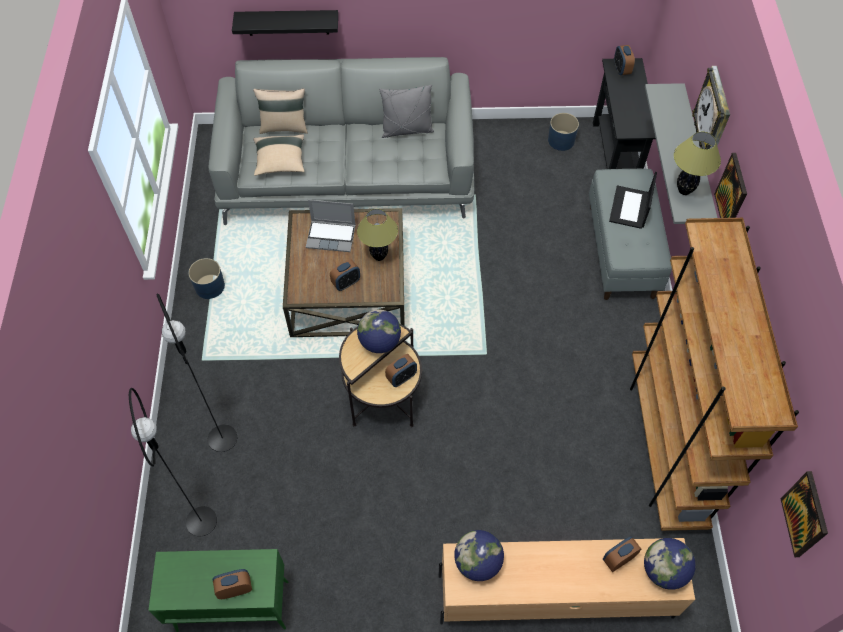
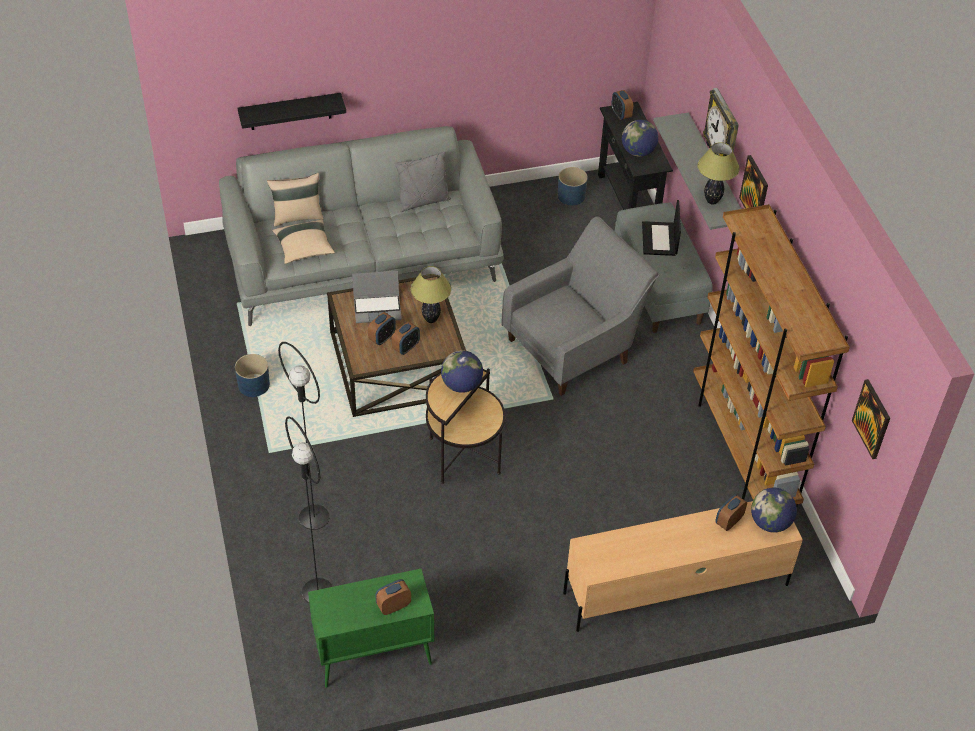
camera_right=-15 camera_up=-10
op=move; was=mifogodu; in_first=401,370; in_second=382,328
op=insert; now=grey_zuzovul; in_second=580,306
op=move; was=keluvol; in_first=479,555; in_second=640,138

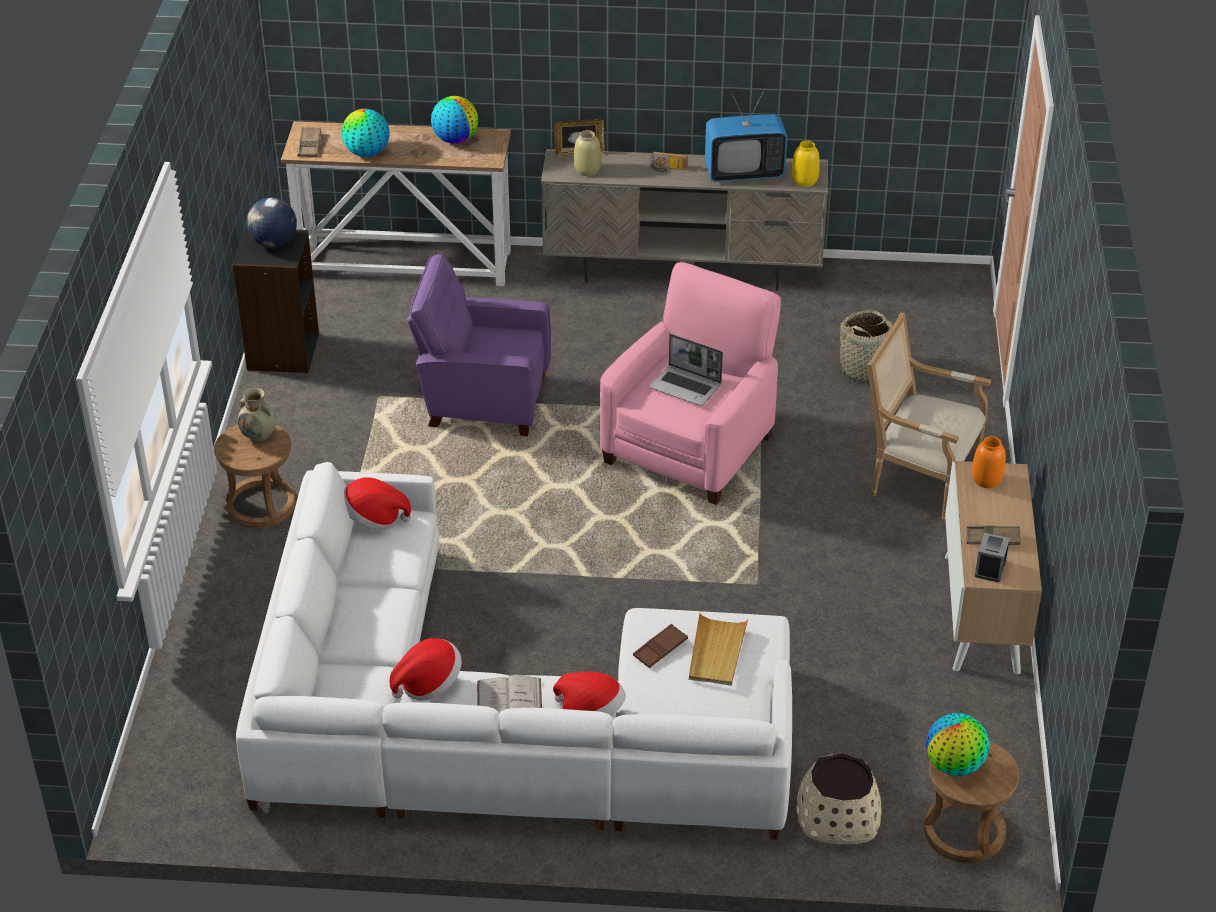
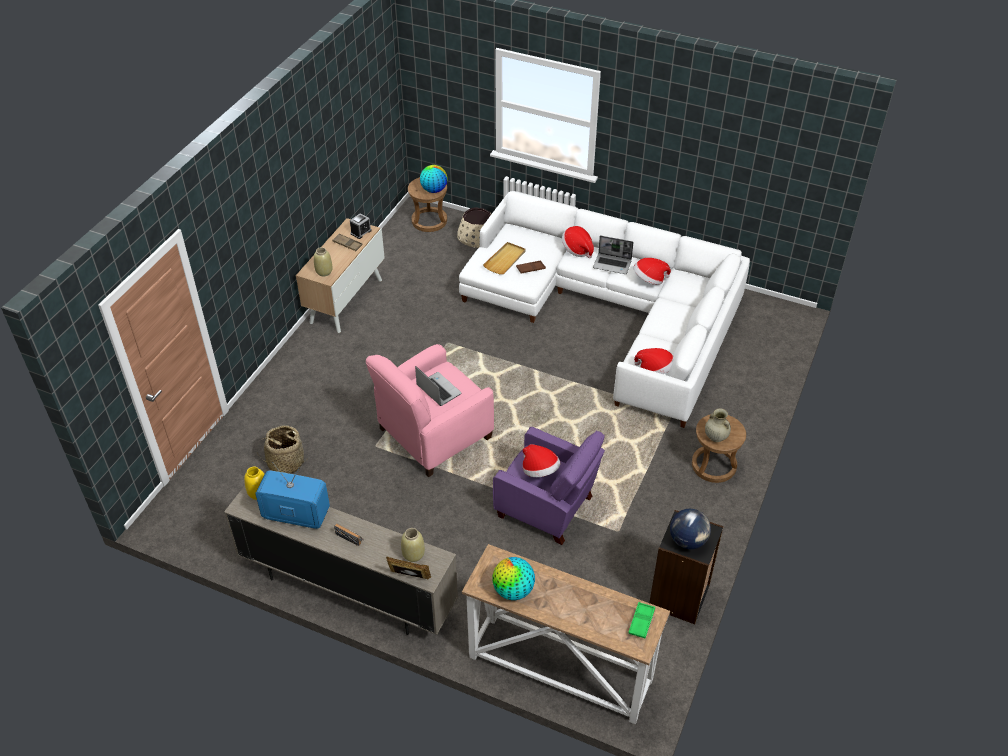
camera_right=-160 camera_up=5
op=recolor; was=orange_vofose; now=beige_vofose; in_first=989,462; in_second=323,261
op=insert; now=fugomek; in_second=541,460
op=replace; was=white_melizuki; now=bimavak; in_first=509,694; in_second=613,255
op=recolor; was=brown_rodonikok; now=green_rodonikok; in_first=309,142; in_second=641,620
op=delete; was=keluvol; in_first=365,133
op=delete; was=zuzovul; in_first=929,418

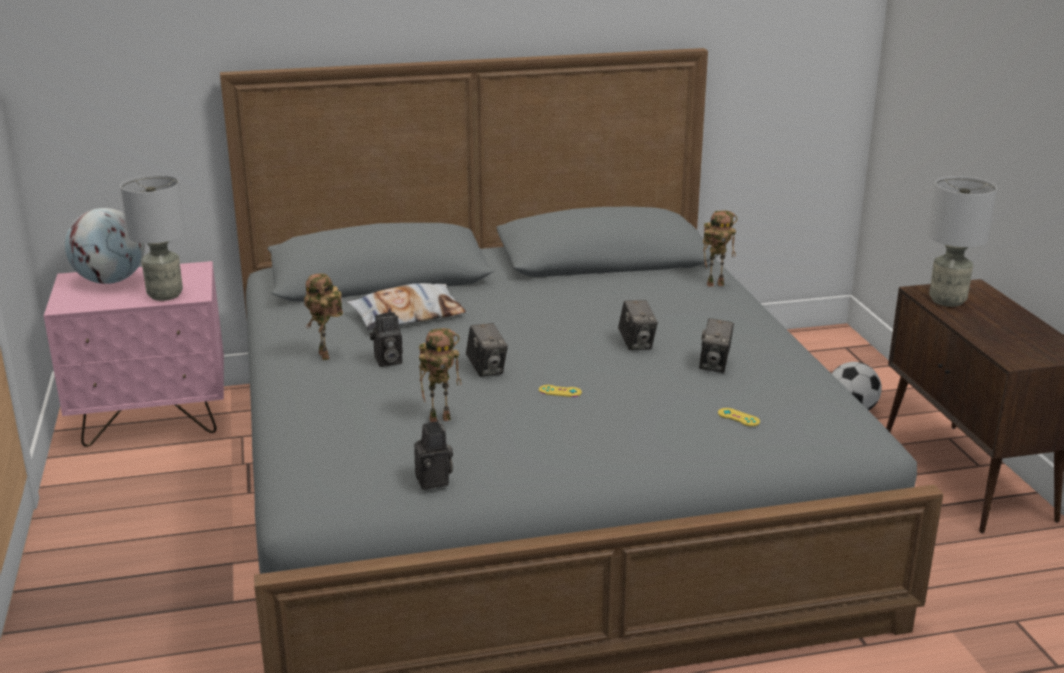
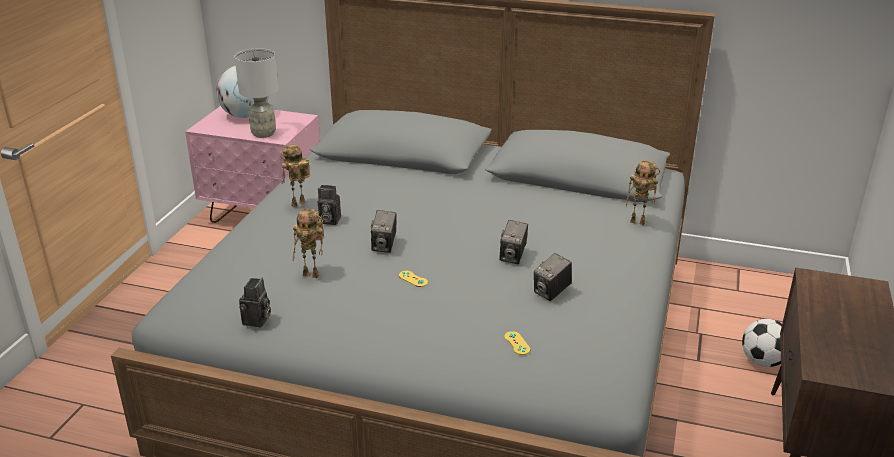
camera_right=30 camera_up=5
op=rotate; was=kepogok; in_first=323,317; in_second=295,175; clockwise=45
op=delete; was=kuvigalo; in_first=406,306
op=delete; was=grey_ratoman; in_first=962,241

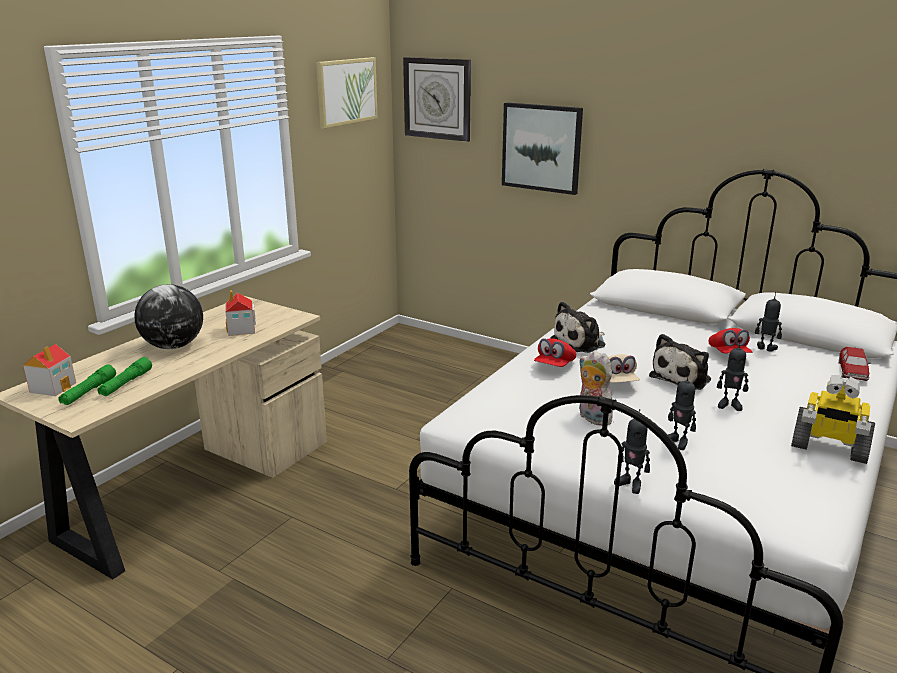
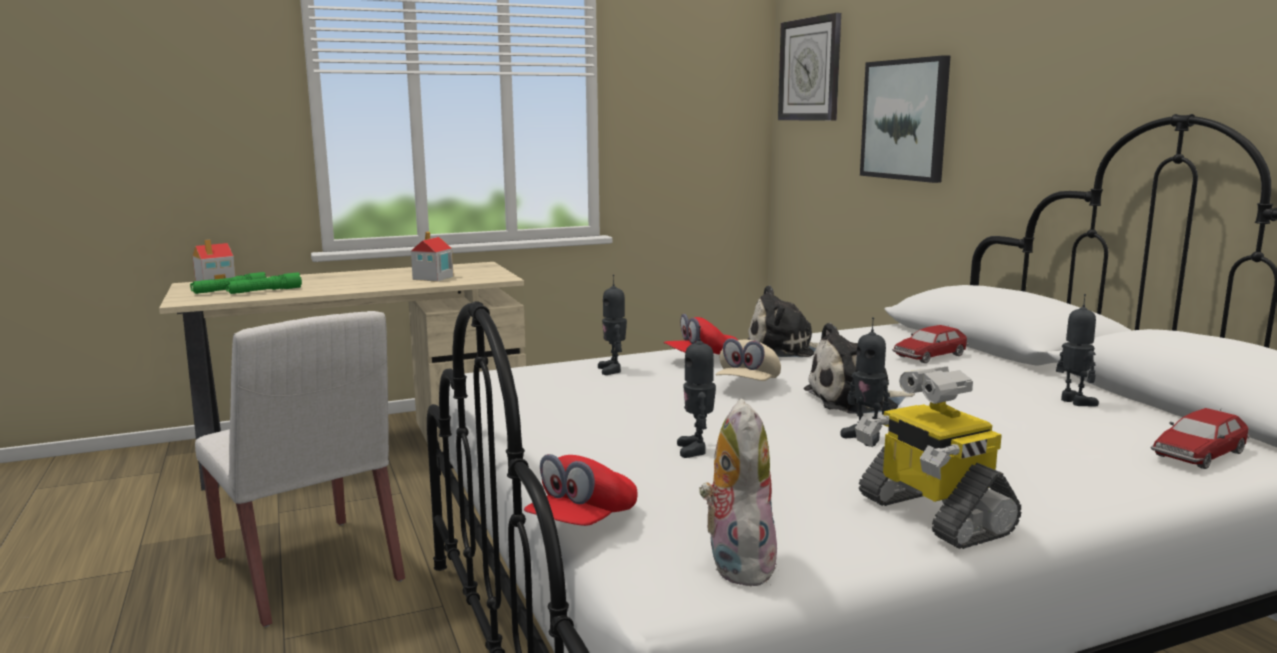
camera_right=35 camera_up=-10
op=insert; now=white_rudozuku; in_second=300,469
op=move; was=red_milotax; in_first=730,341; in_second=581,490
op=move; was=kepogok; in_first=632,451; in_second=612,324
op=move; was=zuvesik; in_first=596,388; in_second=738,493
op=insert; now=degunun; in_second=930,343
op=delete; was=keluvol; in_first=168,316
op=delete; was=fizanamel; in_first=347,93

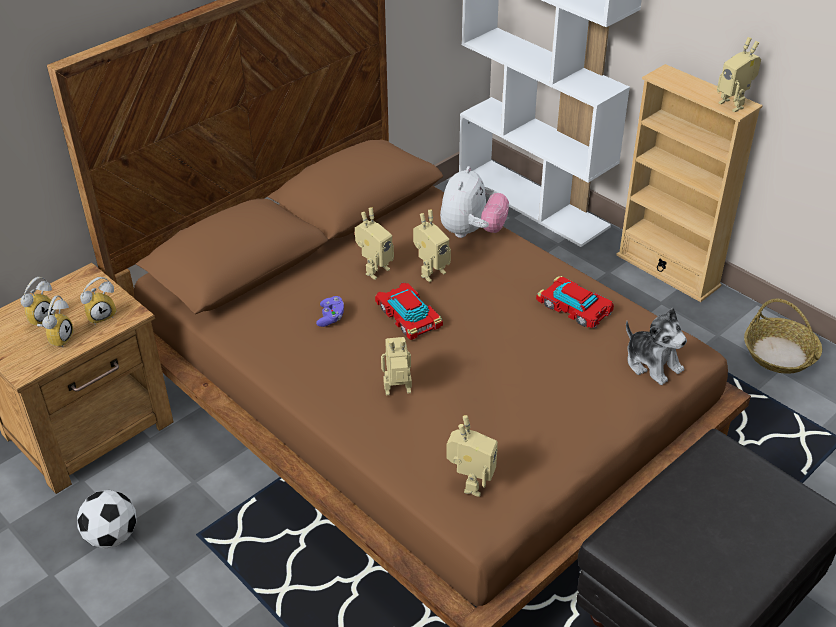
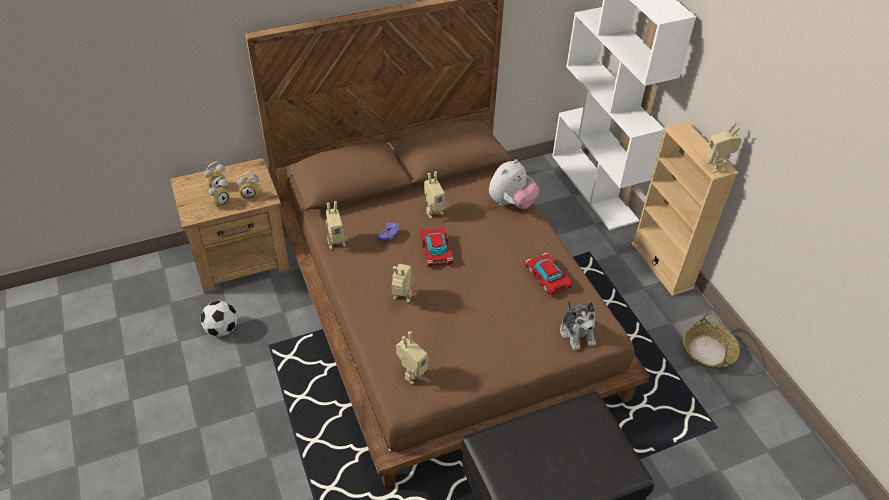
camera_right=20 camera_up=5
op=move; was=kepogok; in_first=432,246; in_second=336,225

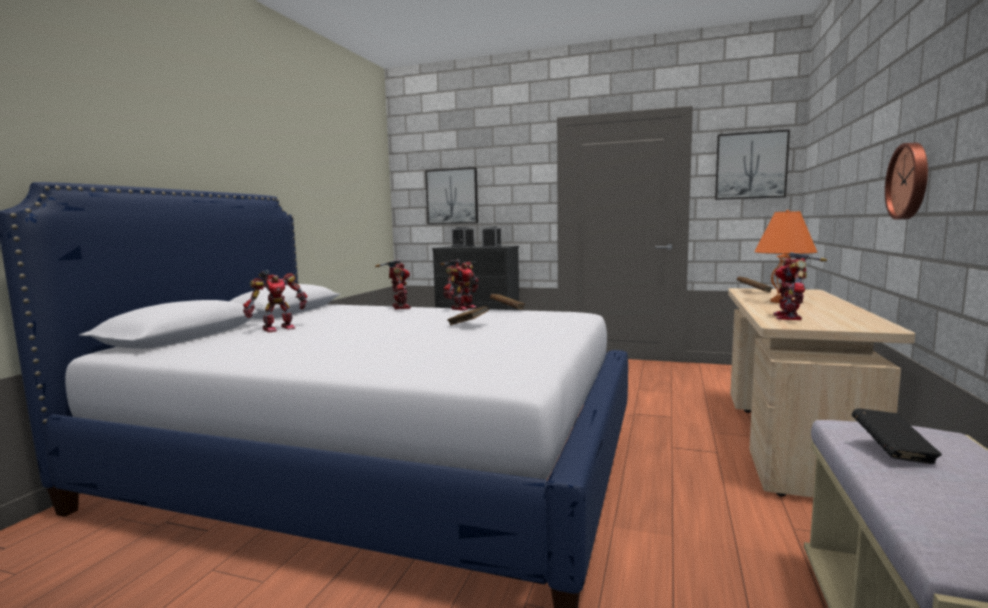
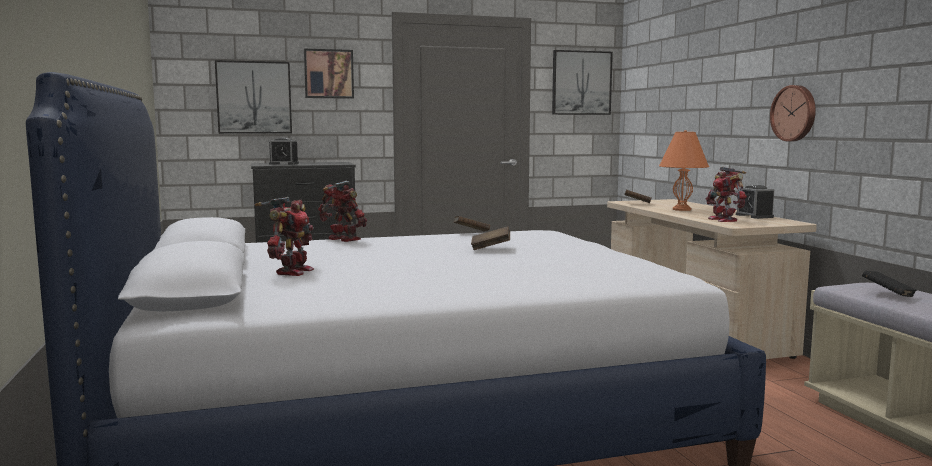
camera_right=-35 camera_up=0
op=insert; now=fizanamel; in_second=329,74
op=move; was=mifogodu; in_first=491,237; in_second=755,202
op=delete; was=kepogok; in_first=460,285

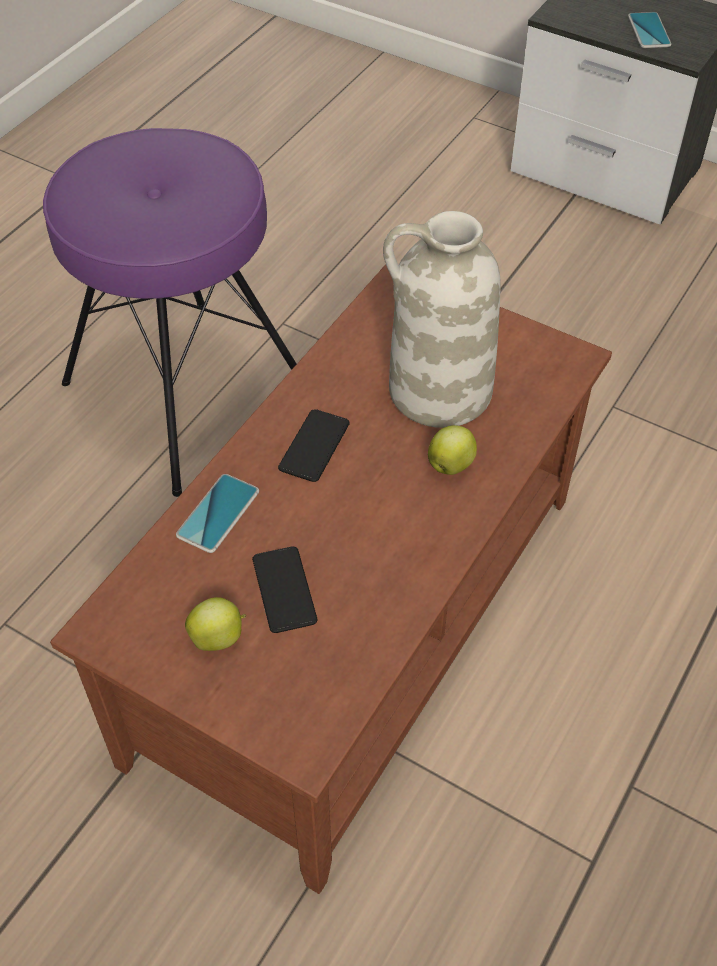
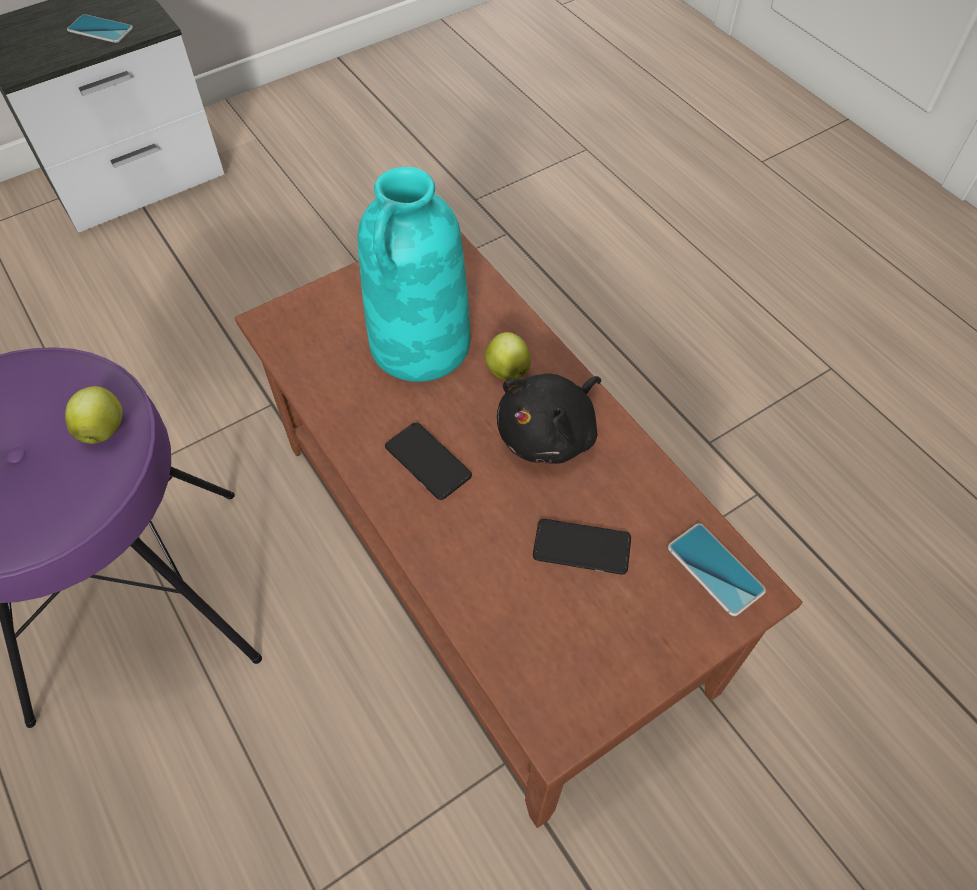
camera_right=-65 camera_up=5
op=move; was=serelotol; in_first=215,624; in_second=94,415
op=recolor; was=white_vofose; now=turquoise_vofose; in_first=442,319; in_second=413,274
op=insert; now=black_zuvesik; in_second=549,419
op=move; was=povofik; in_first=217,513; in_second=717,569

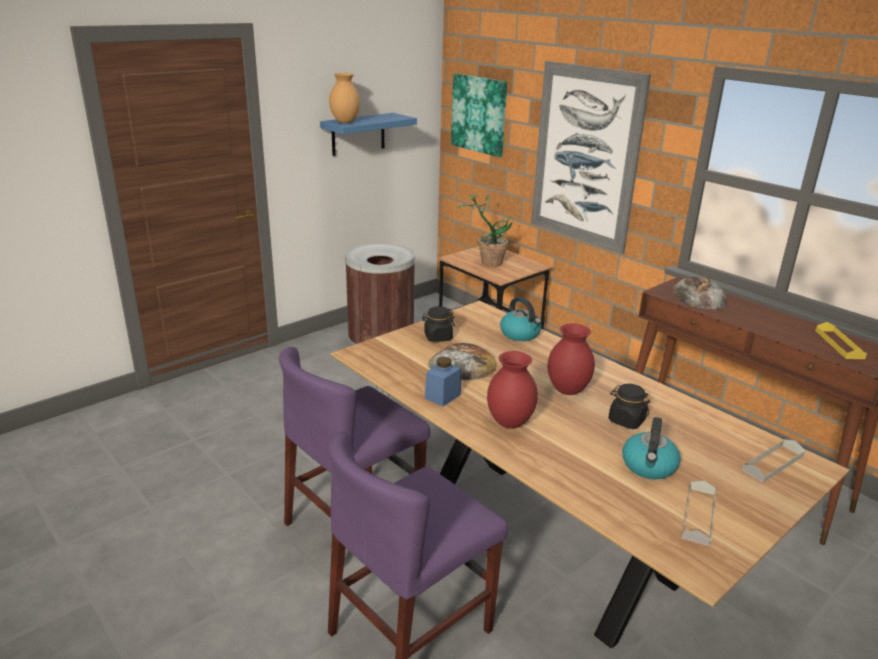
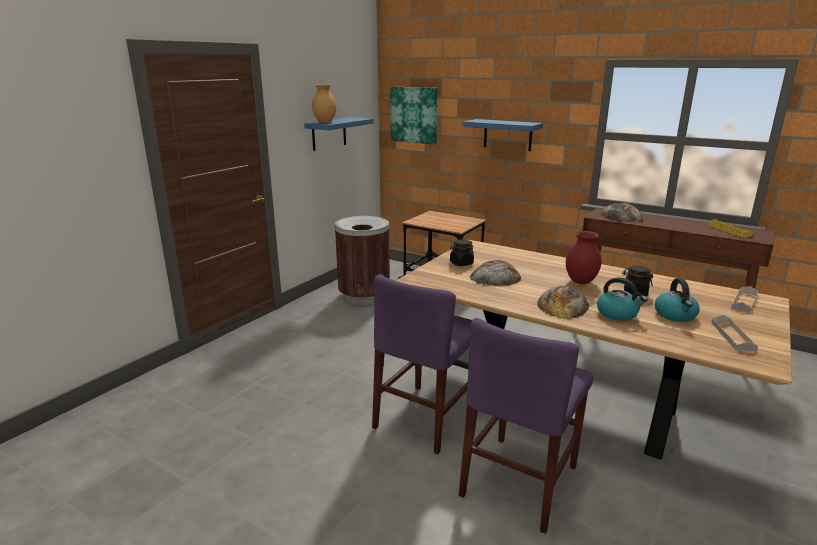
camera_right=-15 camera_up=-5
op=replace; was=fizanamel; now=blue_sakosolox; in_first=591,157; in_second=503,135
op=replace; was=red_vofose; now=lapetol; in_first=512,389; in_second=563,302
op=move; was=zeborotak; in_first=521,319; in_second=622,299
op=delete; was=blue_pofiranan; in_first=442,382
op=delete; was=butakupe; in_first=485,230

